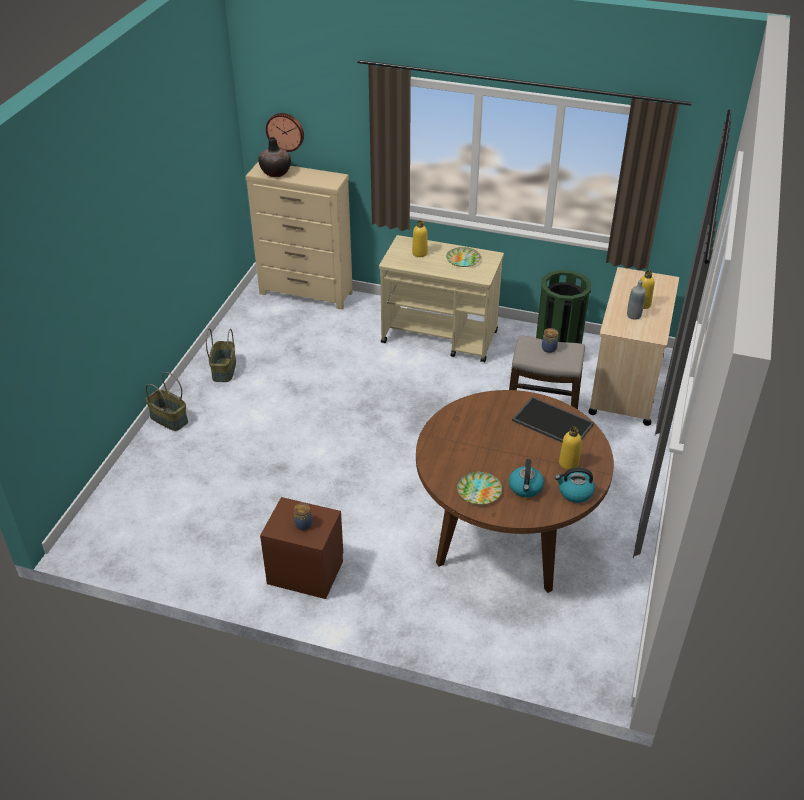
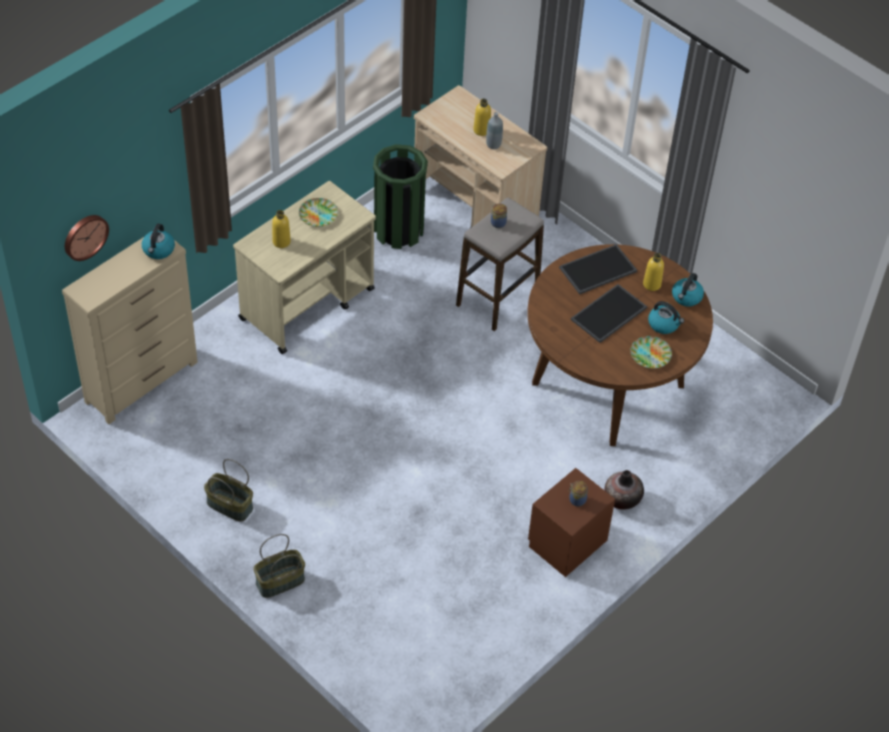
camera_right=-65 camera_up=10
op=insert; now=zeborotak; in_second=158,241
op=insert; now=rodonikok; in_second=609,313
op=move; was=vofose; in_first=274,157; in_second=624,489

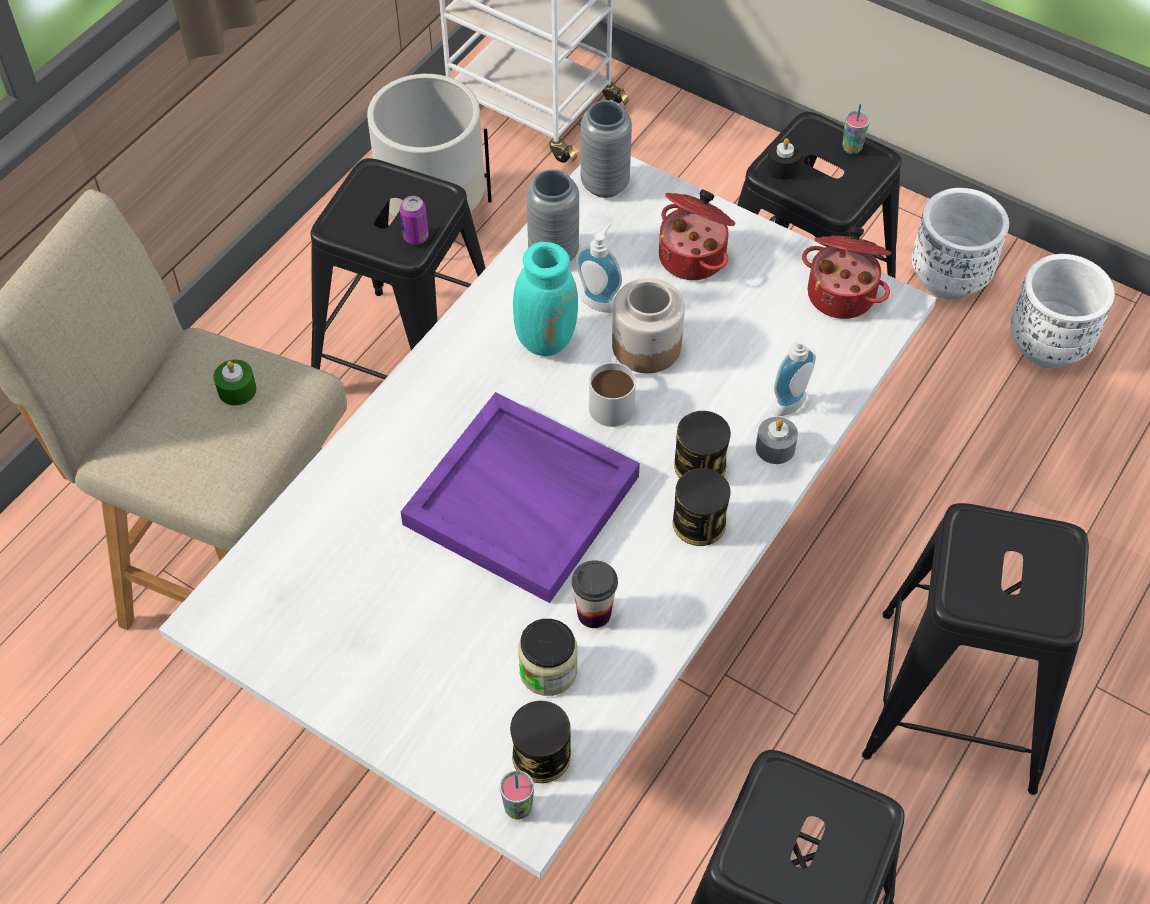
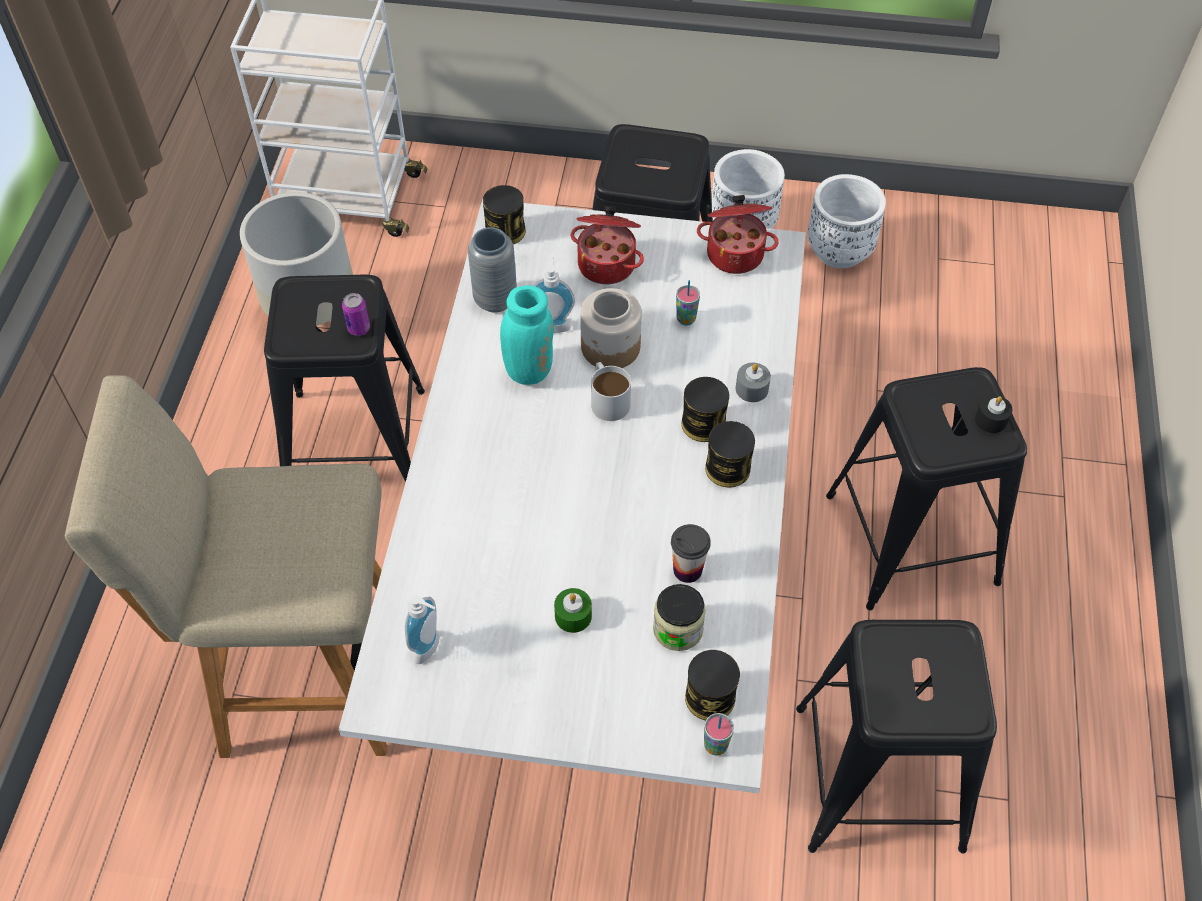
camera_right=-25 camera_up=0
op=move; was=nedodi; in_first=795,376; in_second=422,629
op=replace; was=grey_vofose; now=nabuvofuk; in_first=606,149; in_second=504,214
op=move; was=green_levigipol; in_first=235,382; in_second=573,610
op=move; was=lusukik; in_first=856,129; in_second=688,303
op=move; was=black_levigipol; in_first=784,159; in_second=993,414
op=delete; was=purple_rodonikok; in_first=520,497

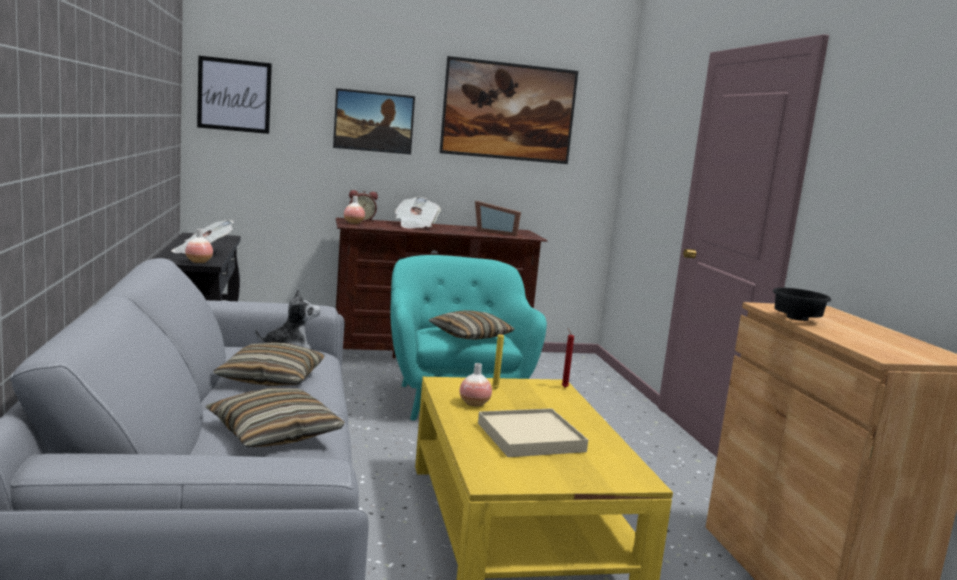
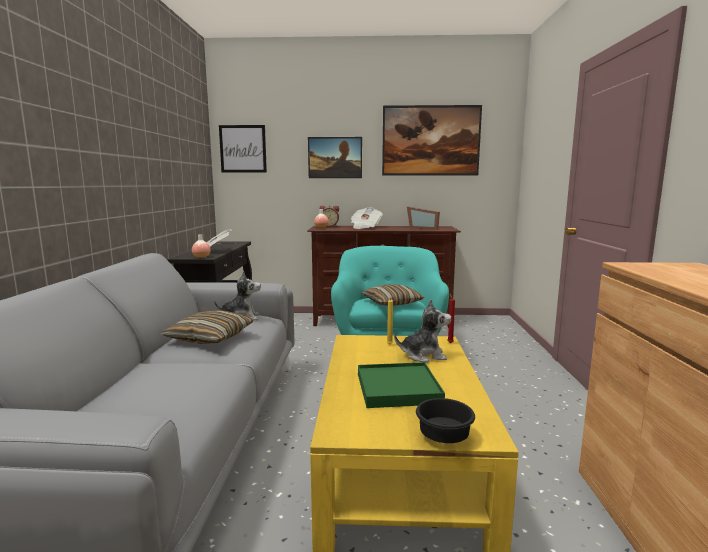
camera_right=15 camera_up=0
op=recolor; was=beige_rodonikok; now=green_rodonikok; in_first=533,432; in_second=401,385
op=insert; now=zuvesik; in_second=422,331
op=move; was=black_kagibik; in_first=802,304; in_second=445,420
op=delete; was=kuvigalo; in_first=275,417
op=delete; was=vofose; in_first=476,384

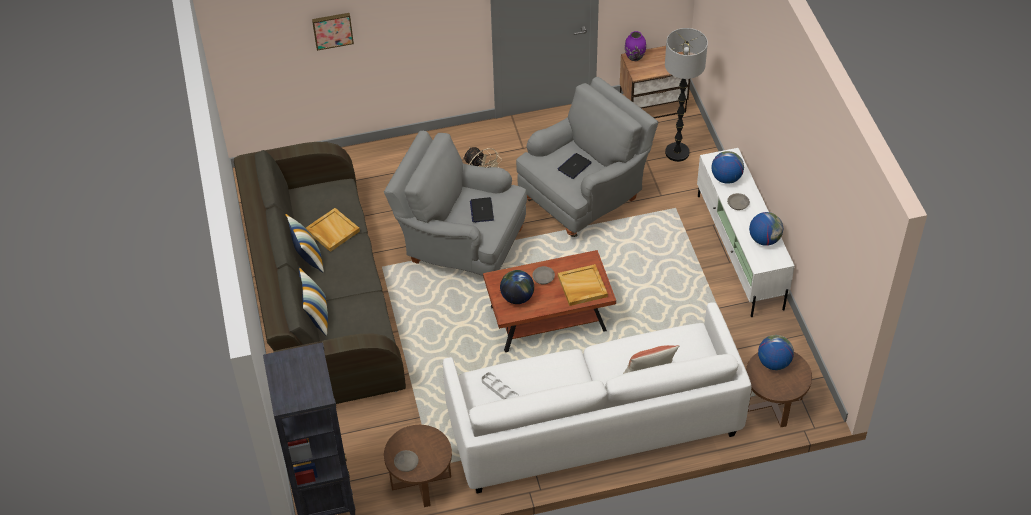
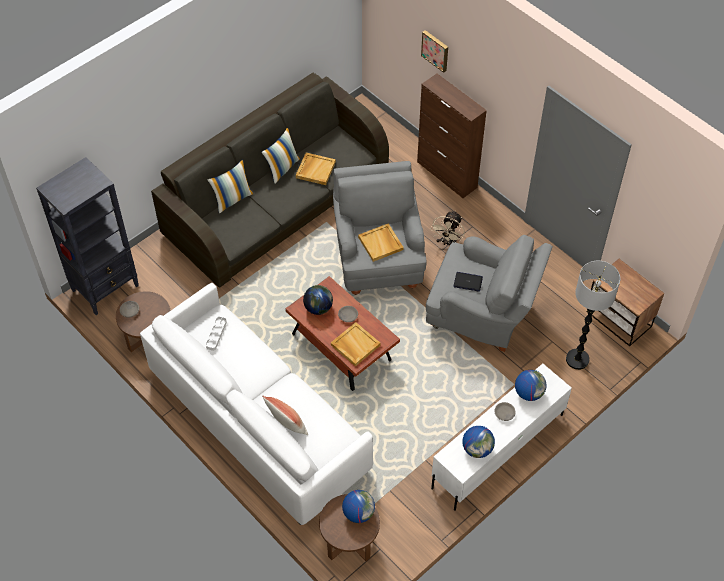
camera_right=60 camera_up=5
op=replace; was=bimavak; now=beige_rodonikok; in_first=482,210; in_second=380,242
op=insert; now=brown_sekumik; in_second=452,136
op=delete; was=purple_vofose; in_first=635,46

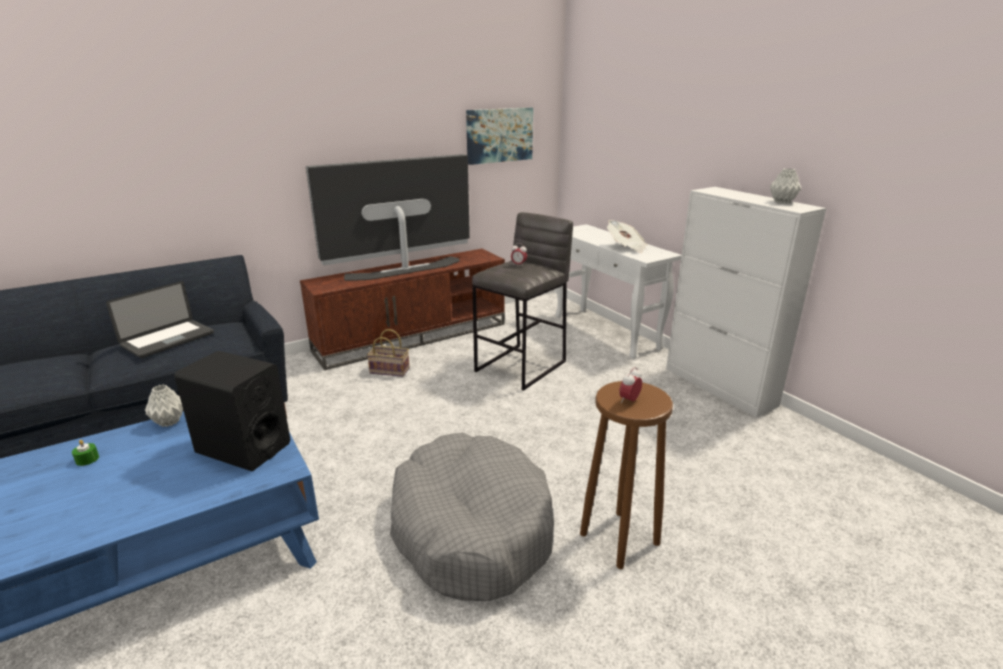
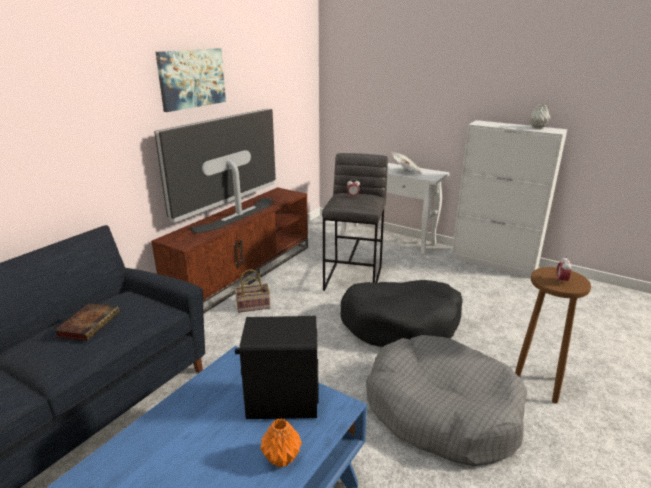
camera_right=-25 camera_up=0
op=replace; was=bimavak; now=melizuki; in_first=160,319; in_second=86,322
op=move; was=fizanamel; in_first=499,136; in_second=190,80
op=insert; now=orange_vofose; in_second=281,443
op=insert; now=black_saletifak; in_second=401,313
op=delete; was=green_levigipol; in_first=85,453
op=delete; was=grey_vofose; in_first=164,406

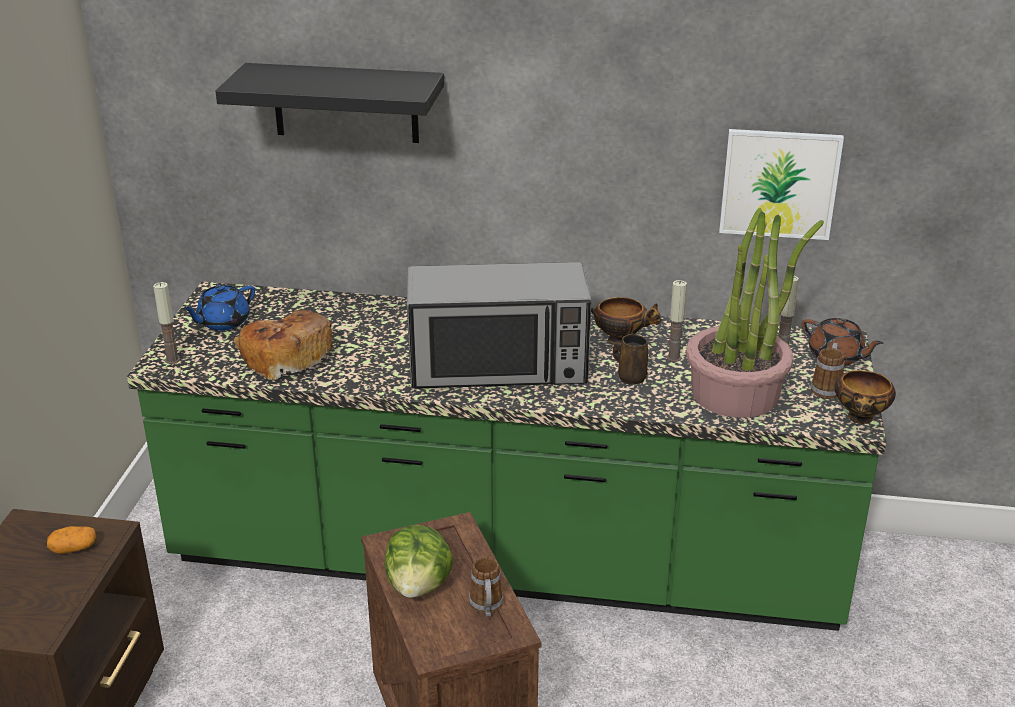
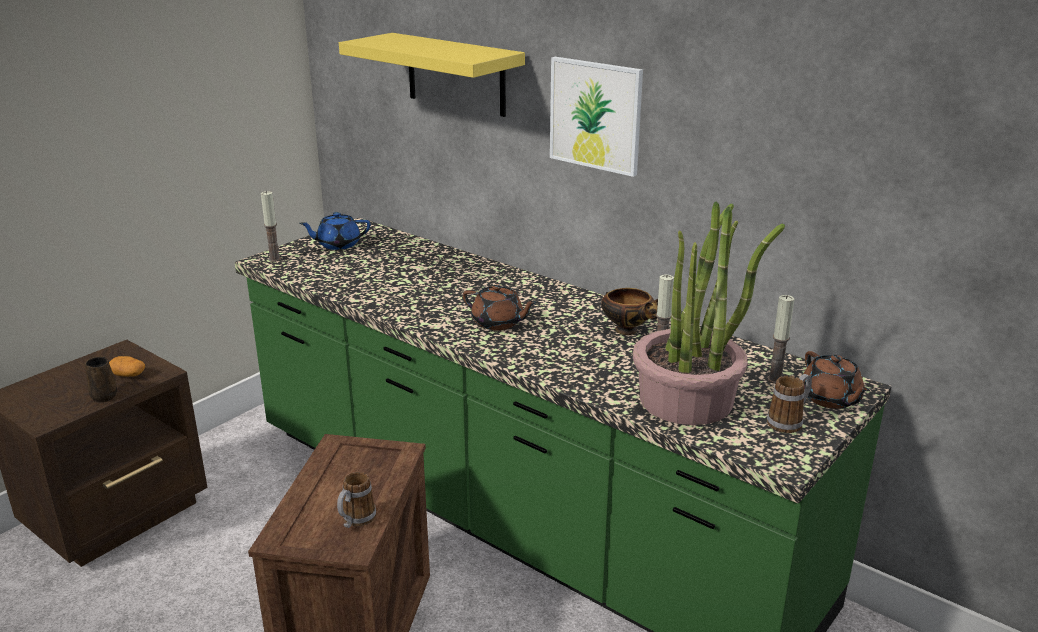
camera_right=30 camera_up=-5
op=move; was=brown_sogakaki; in_first=630,359; in_second=101,379
op=recolor; was=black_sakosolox; now=yellow_sakosolox; in_first=329,103; in_second=432,75
op=replace; was=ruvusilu; now=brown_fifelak; in_first=499,325; in_second=500,307
op=move; was=fizanamel; in_first=781,184; in_second=596,117
op=delete; was=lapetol; in_first=283,344
op=delete; was=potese; in_first=419,561
op=delete; was=kagibik; in_first=865,397

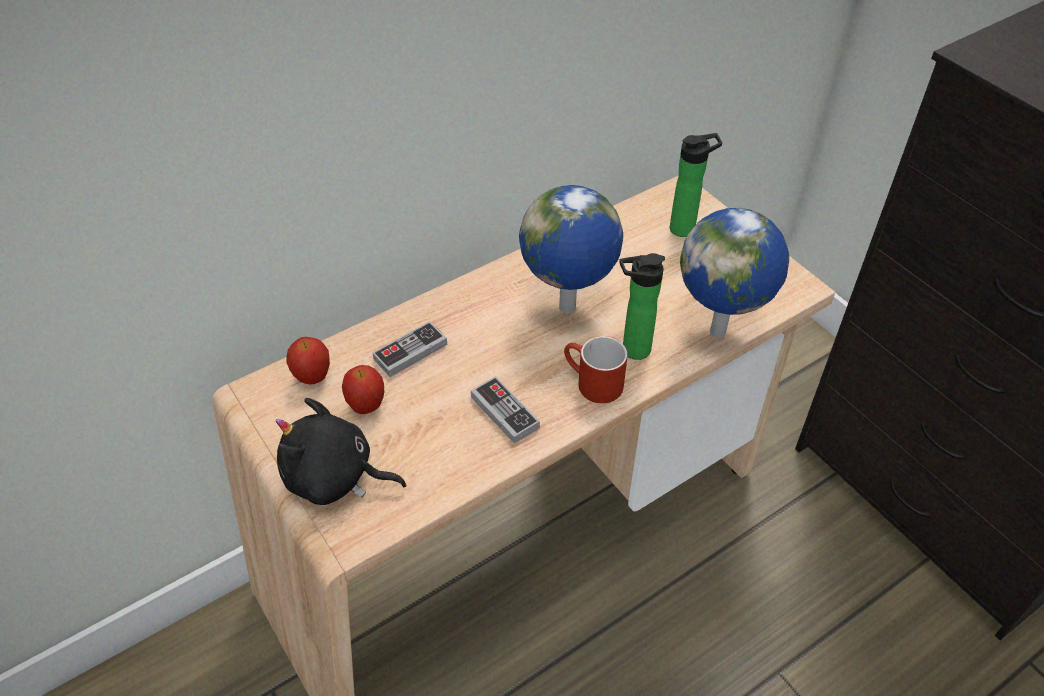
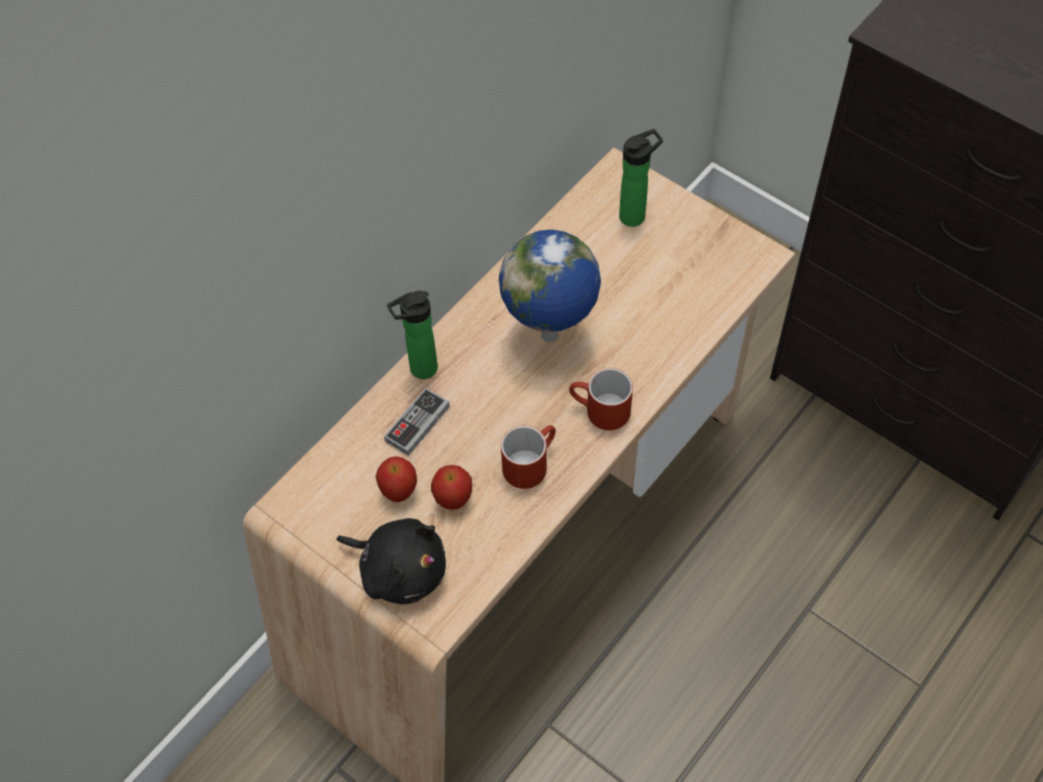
camera_right=-15 camera_up=10
op=rotate; was=black_zuvesik; in_first=341,451; in_second=391,561; clockwise=-150
op=move; was=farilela; in_first=642,306; in_second=412,335
op=move; was=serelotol; in_first=308,360; in_second=451,487
op=replace; was=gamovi; now=red_sogakaki; in_first=505,410; in_second=528,457
op=delete; was=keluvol; in_first=734,272

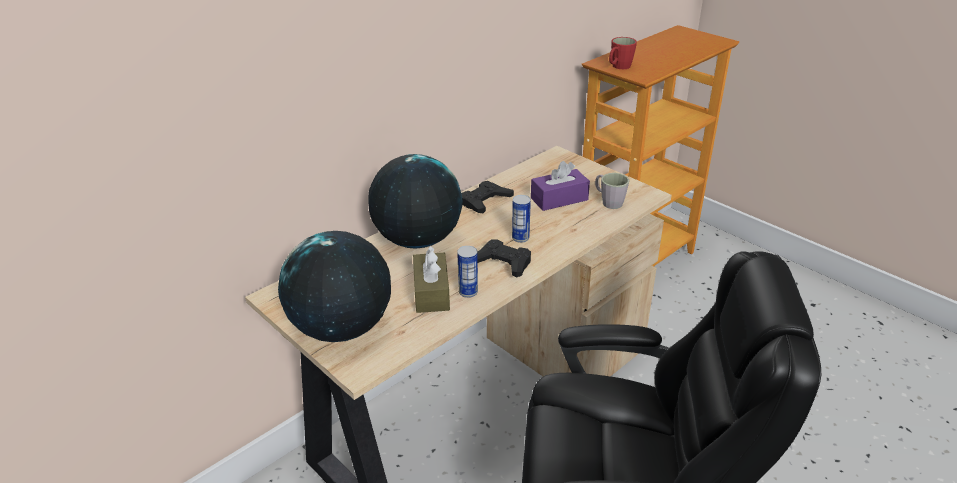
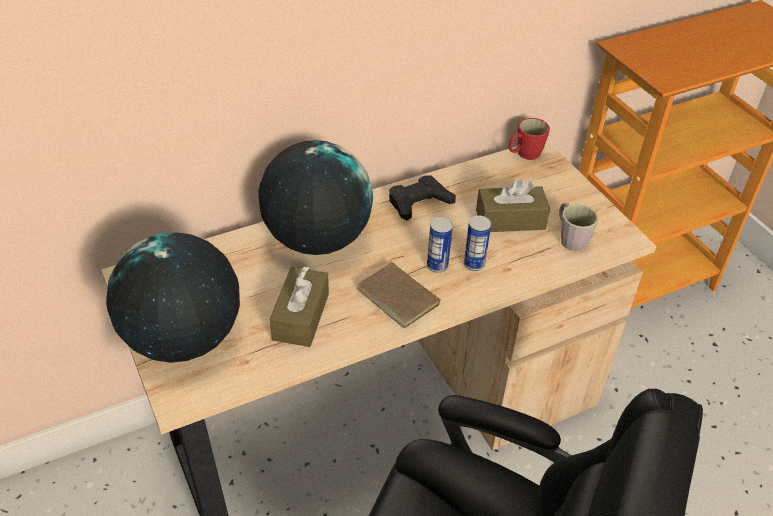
camera_right=15 camera_up=10
op=replace; was=black_gamovi; now=brown_melizuki; in_first=504,258; in_second=399,292
op=move; was=nabuvofuk; in_first=467,272; in_second=477,243
op=recolor; was=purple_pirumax; now=brown_pirumax; in_first=560,186; in_second=513,205
op=move; was=red_sogakaki; in_first=623,53; in_second=529,139

